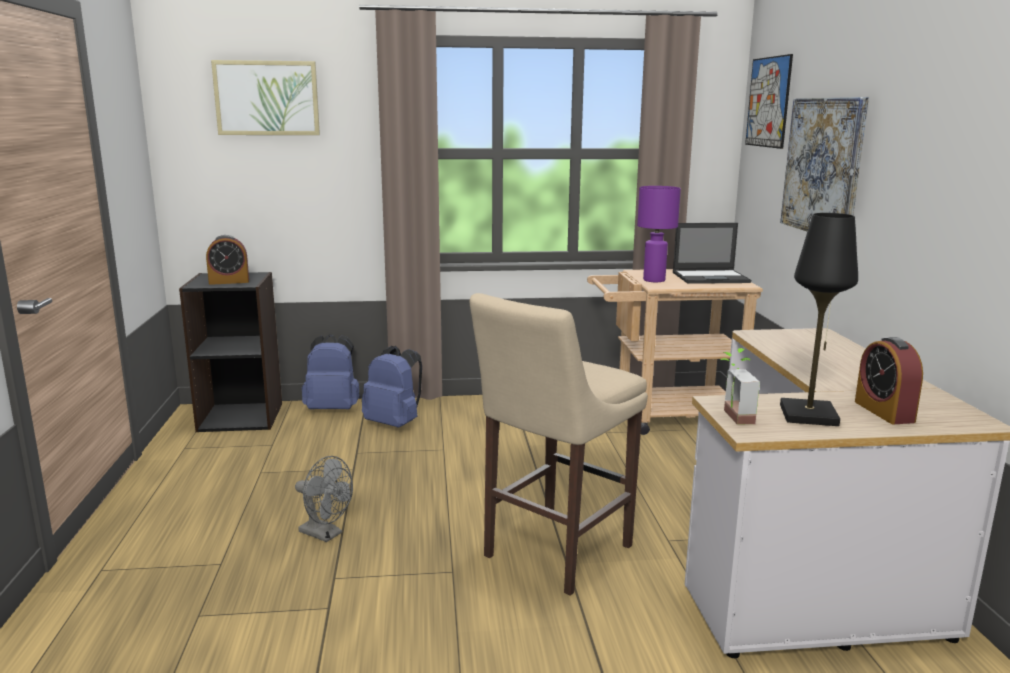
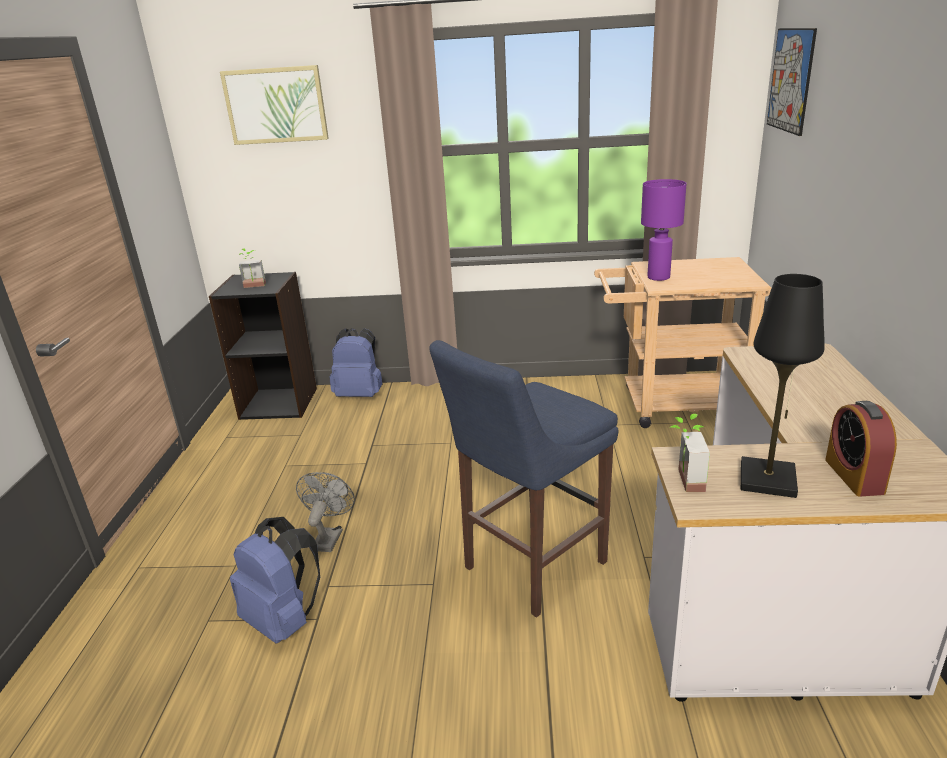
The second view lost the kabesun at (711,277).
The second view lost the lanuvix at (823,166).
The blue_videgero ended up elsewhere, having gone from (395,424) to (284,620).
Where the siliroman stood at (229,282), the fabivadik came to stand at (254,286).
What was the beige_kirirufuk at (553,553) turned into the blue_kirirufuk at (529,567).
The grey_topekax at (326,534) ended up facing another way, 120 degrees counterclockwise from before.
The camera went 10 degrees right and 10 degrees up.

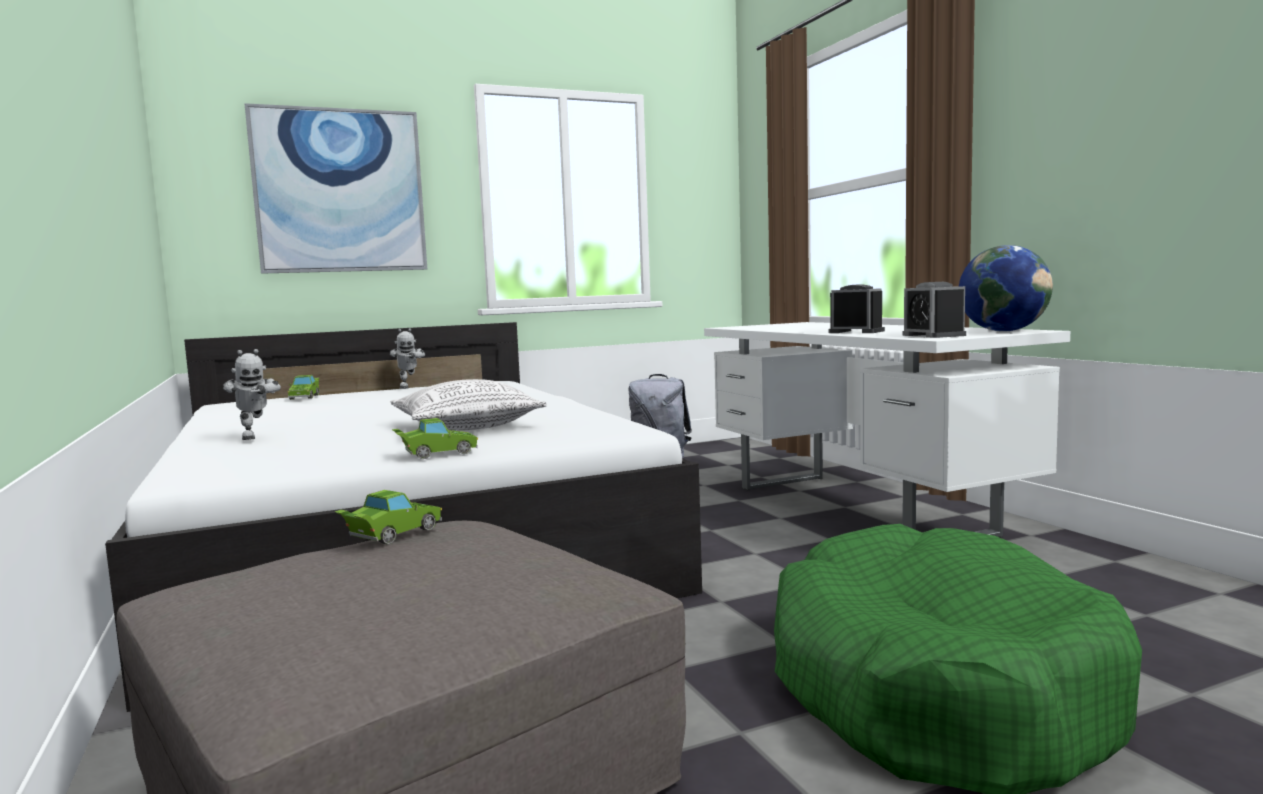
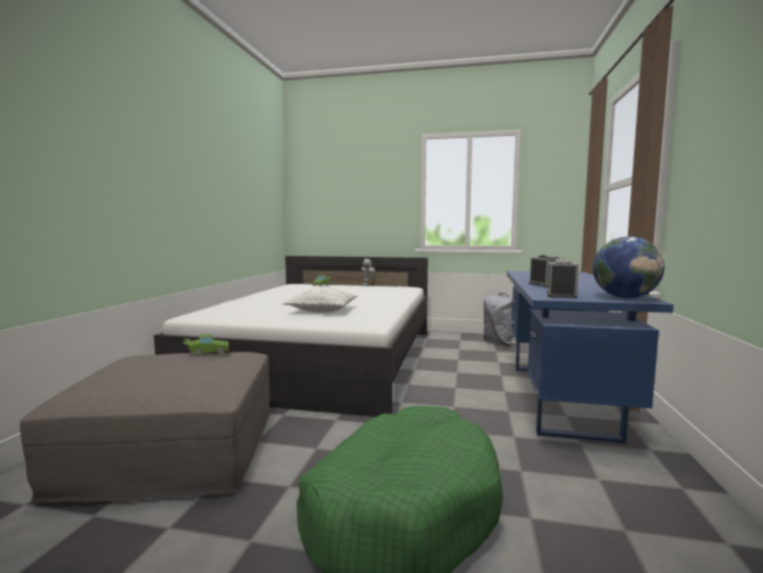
The second view lost the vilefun at (254,437).
The second view lost the lanuvix at (340,191).
The second view lost the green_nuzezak at (436,454).
What was the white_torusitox at (858,509) turned into the blue_torusitox at (560,398).
The camera went 35 degrees right and 0 degrees up.

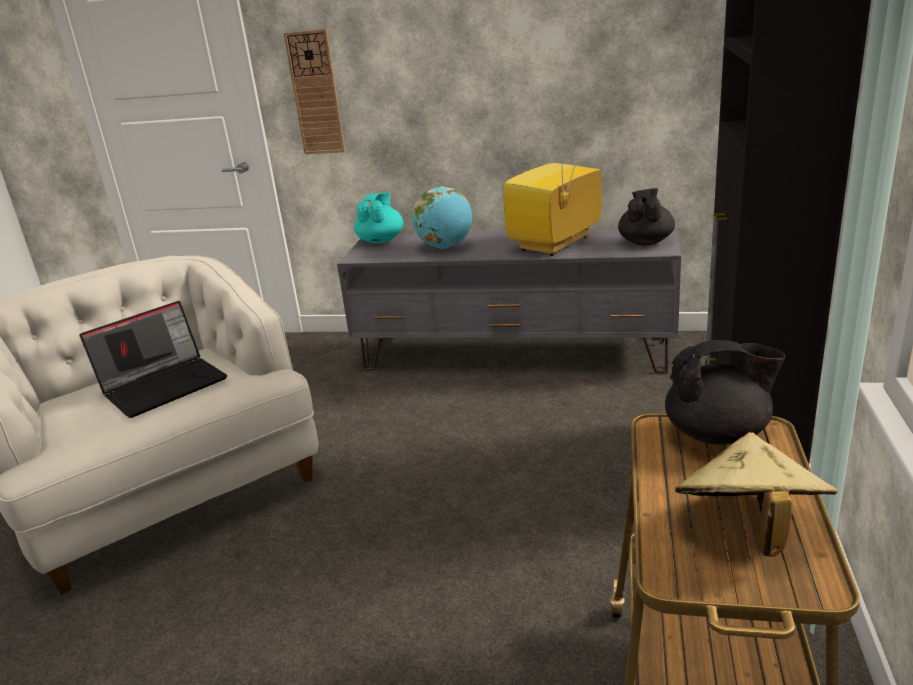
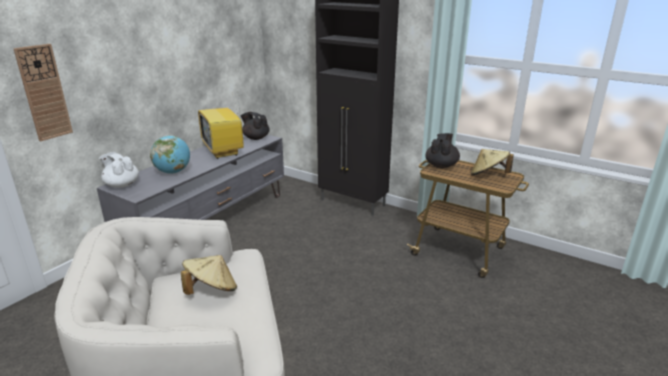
Where the kabesun stood at (165,385), the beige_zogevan came to stand at (211,290).
What was the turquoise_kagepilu at (381,240) turned into the white_kagepilu at (121,185).
The camera went 70 degrees left and 0 degrees up.

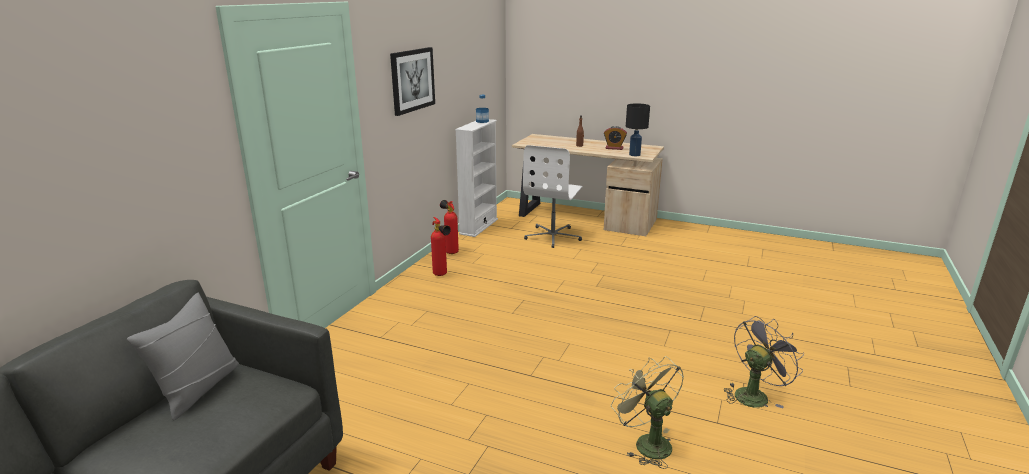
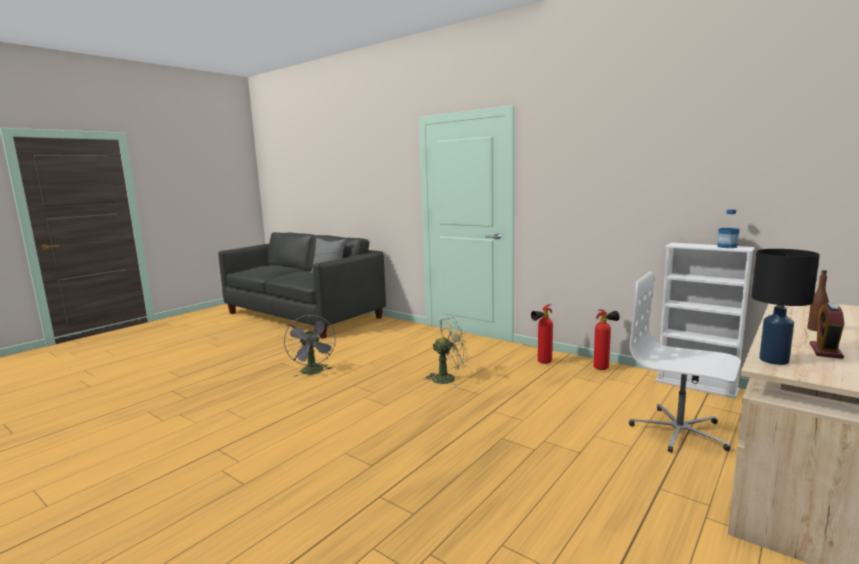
The second view lost the lanuvix at (412,80).
The green_topekax ended up elsewhere, having gone from (646,442) to (448,378).
The grey_topekax ended up elsewhere, having gone from (754,394) to (314,372).
The camera went 105 degrees right and 10 degrees down.

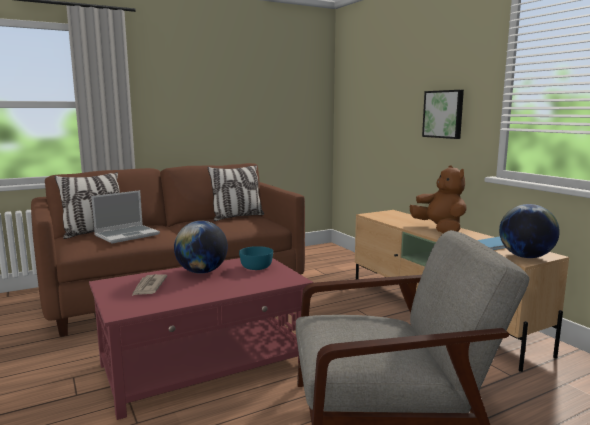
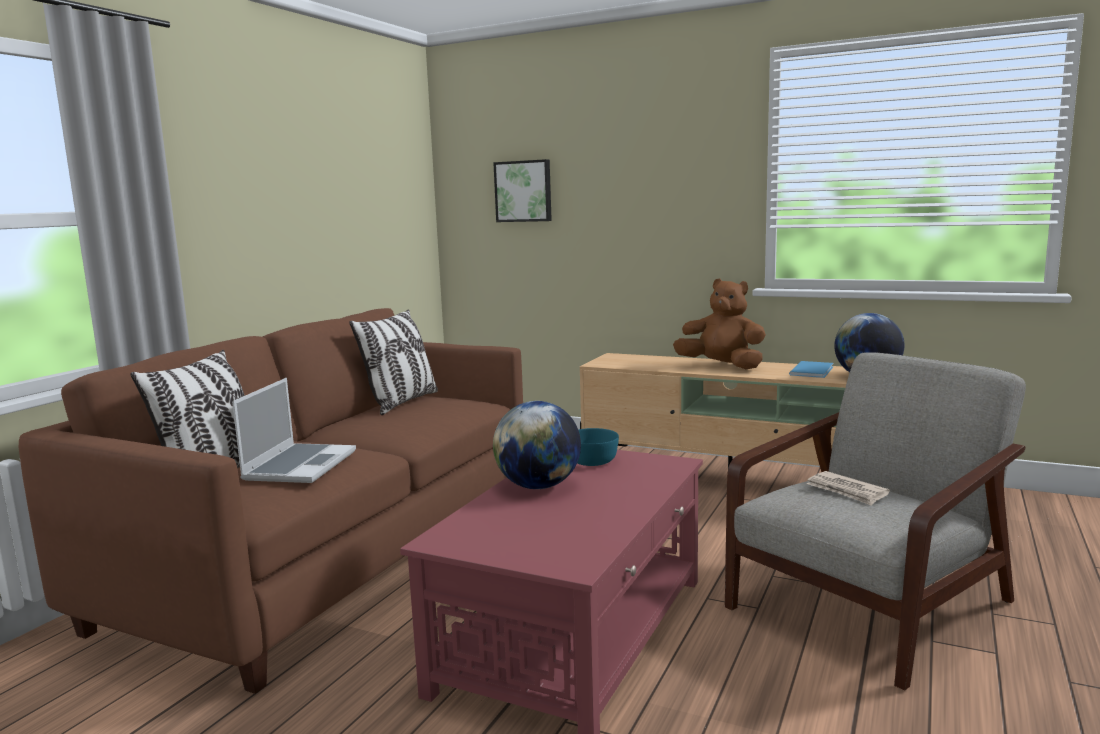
The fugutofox ended up elsewhere, having gone from (148,287) to (847,491).
The lanuvix ended up elsewhere, having gone from (444,114) to (524,191).
The camera went 35 degrees left and 0 degrees up.

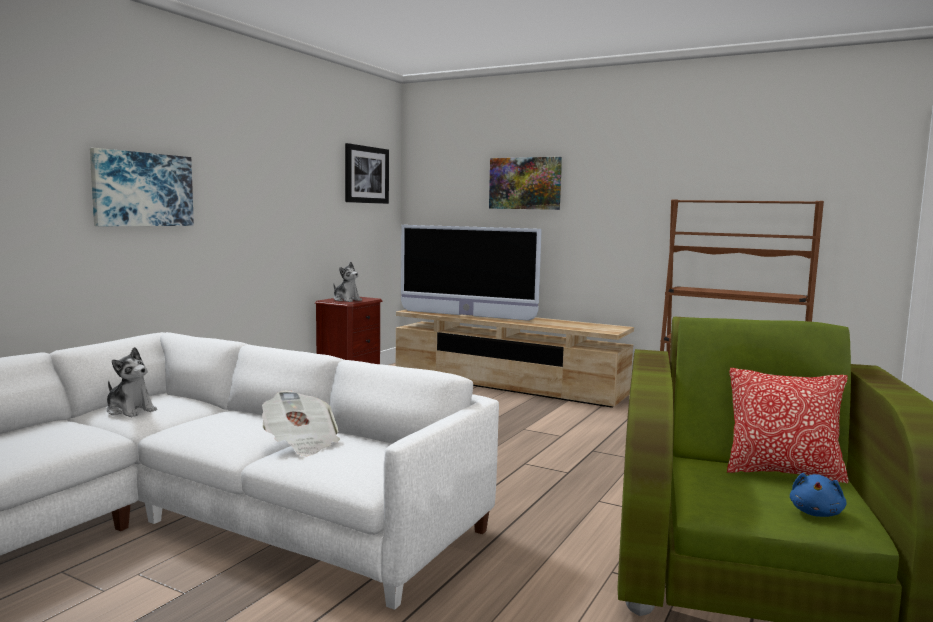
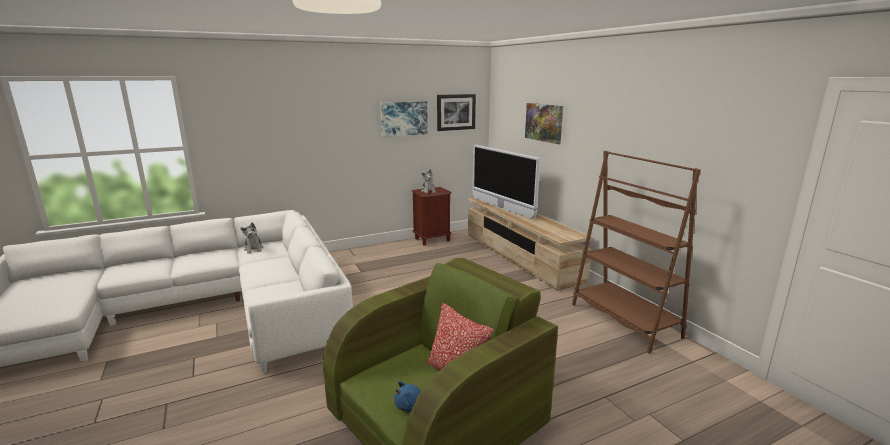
The second view lost the fugutofox at (301,443).
The lanuvix ended up elsewhere, having gone from (142,189) to (403,118).
The camera went 35 degrees right and 10 degrees up.

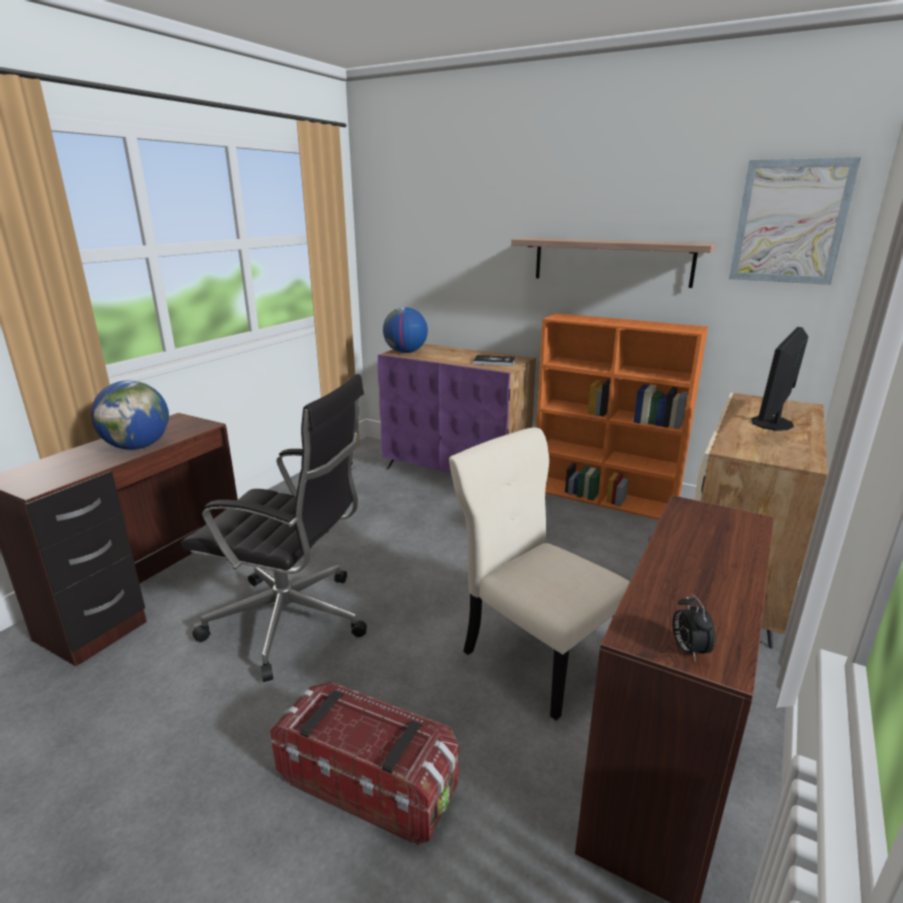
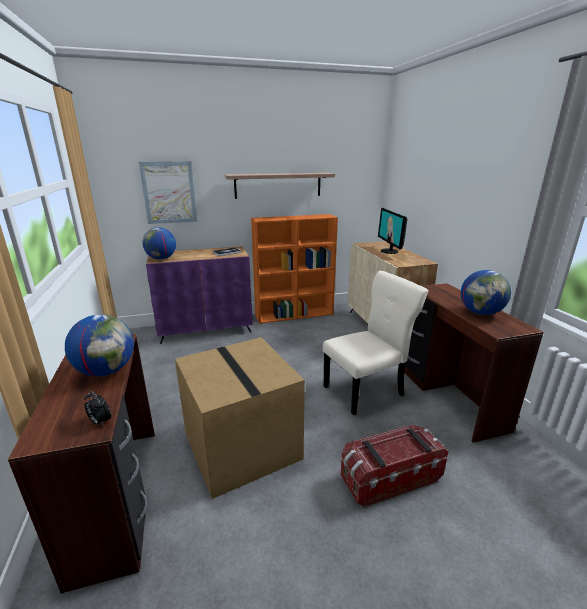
The second view gained the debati at (481,313).
The siliroman ended up elsewhere, having gone from (688,649) to (100,422).
The lanuvix ended up elsewhere, having gone from (790,222) to (169,192).
Where the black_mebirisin stood at (292,622), the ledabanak came to stand at (243,446).
The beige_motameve at (534,656) ended up facing another way, 150 degrees clockwise from before.
The camera went 45 degrees left and 0 degrees up.

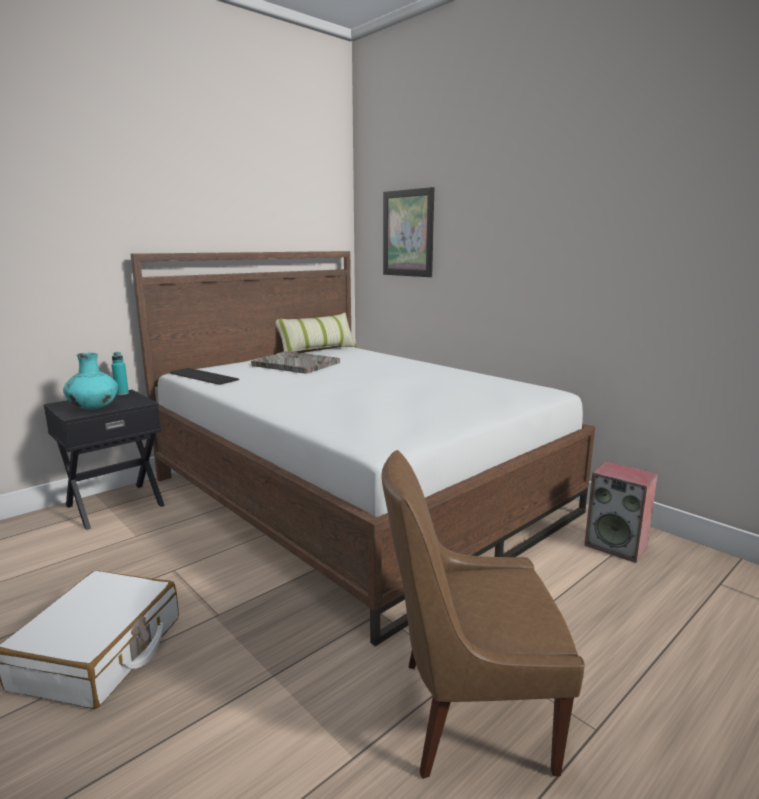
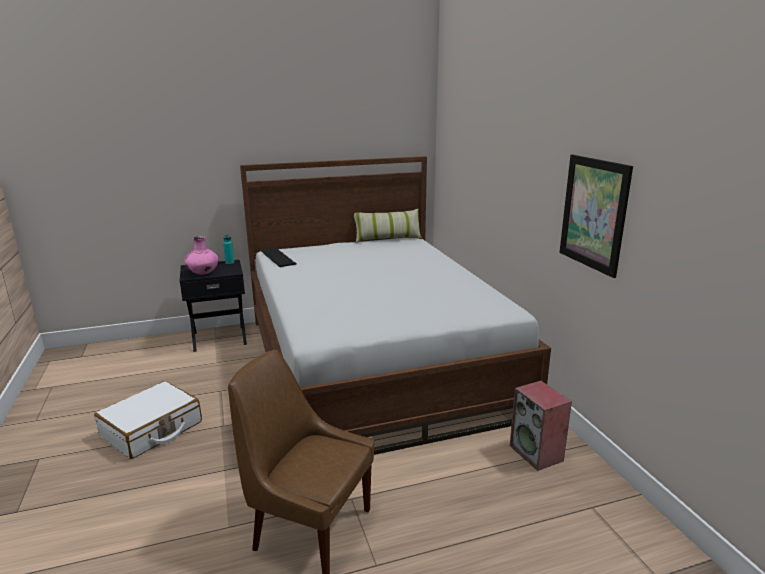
The second view lost the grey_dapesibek at (295,364).
The lanuvix ended up elsewhere, having gone from (408,233) to (593,213).
What was the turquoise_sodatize at (93,408) turned into the pink_sodatize at (203,273).
The camera went 25 degrees right and 5 degrees up.

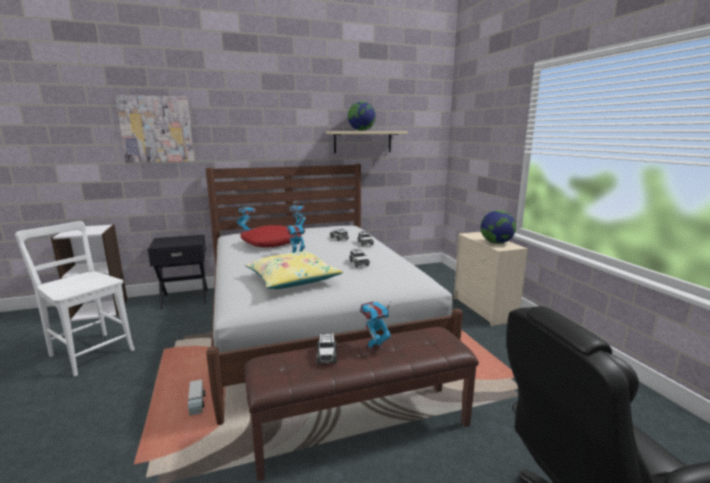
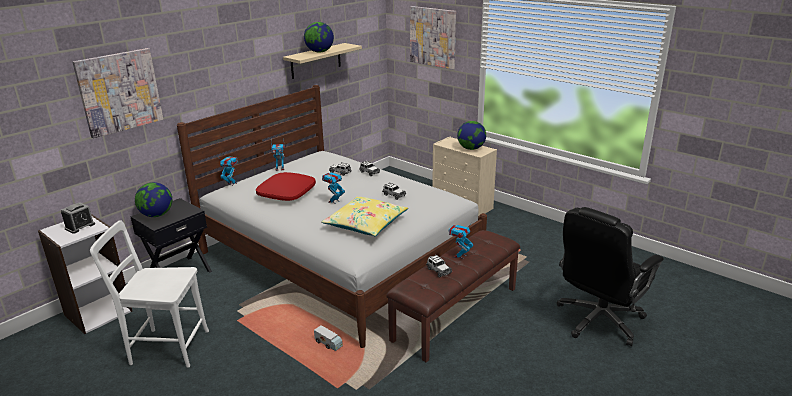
The second view gained the siliroman at (80,226).
The second view gained the debati at (157,215).
The second view gained the lanuvix at (433,37).
The camera went 30 degrees left and 10 degrees up.

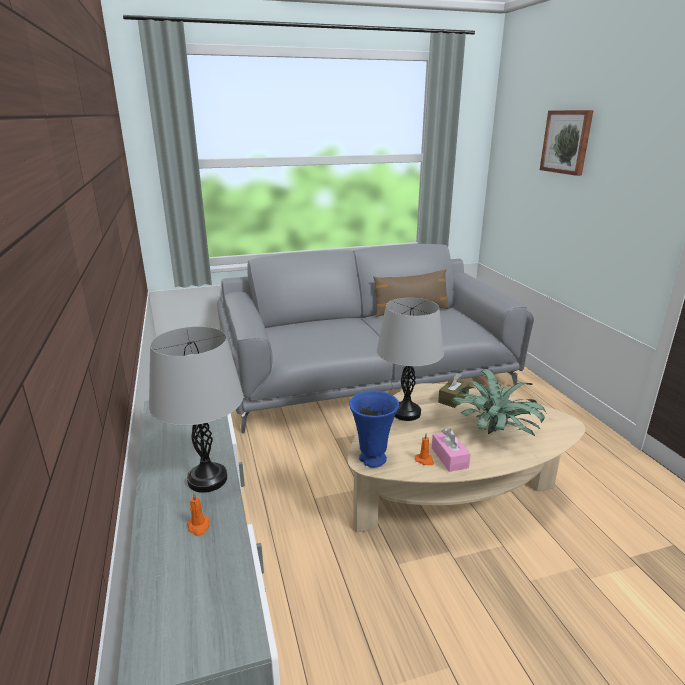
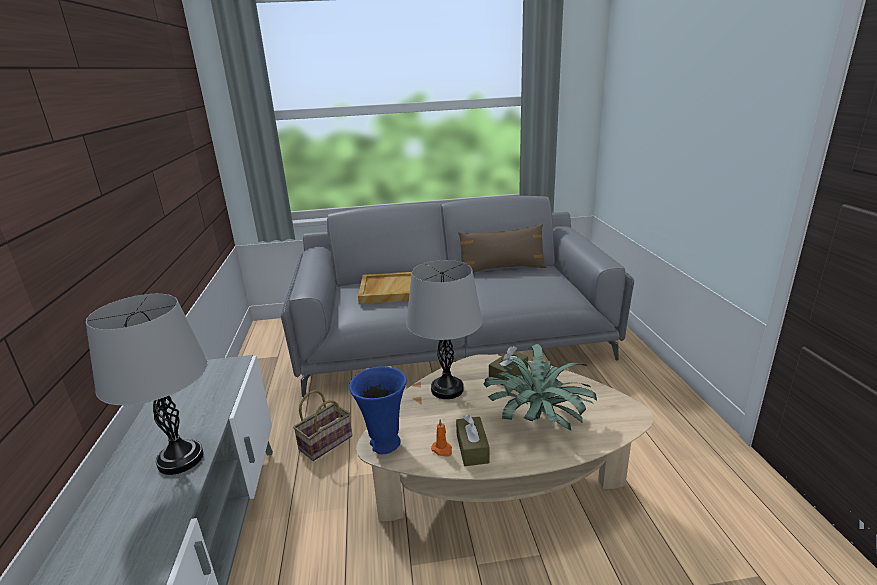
The second view lost the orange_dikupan at (198,527).
The second view lost the lanuvix at (567,142).
The second view gained the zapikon at (326,441).
The second view gained the beige_dapesibek at (388,290).
What was the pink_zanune at (449,458) turned into the brown_zanune at (472,448).
The camera went 10 degrees right and 0 degrees up.

